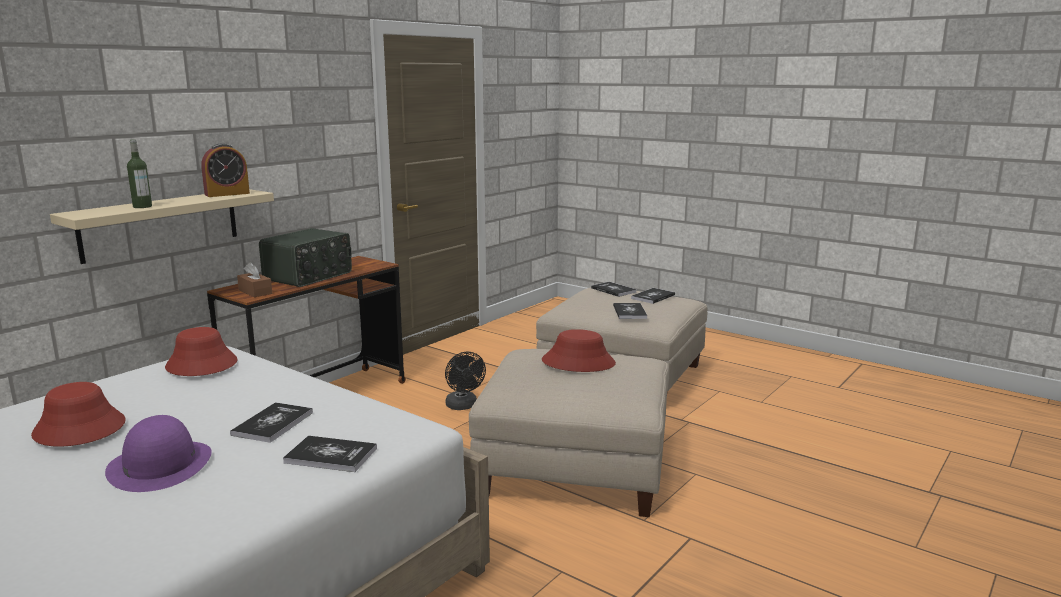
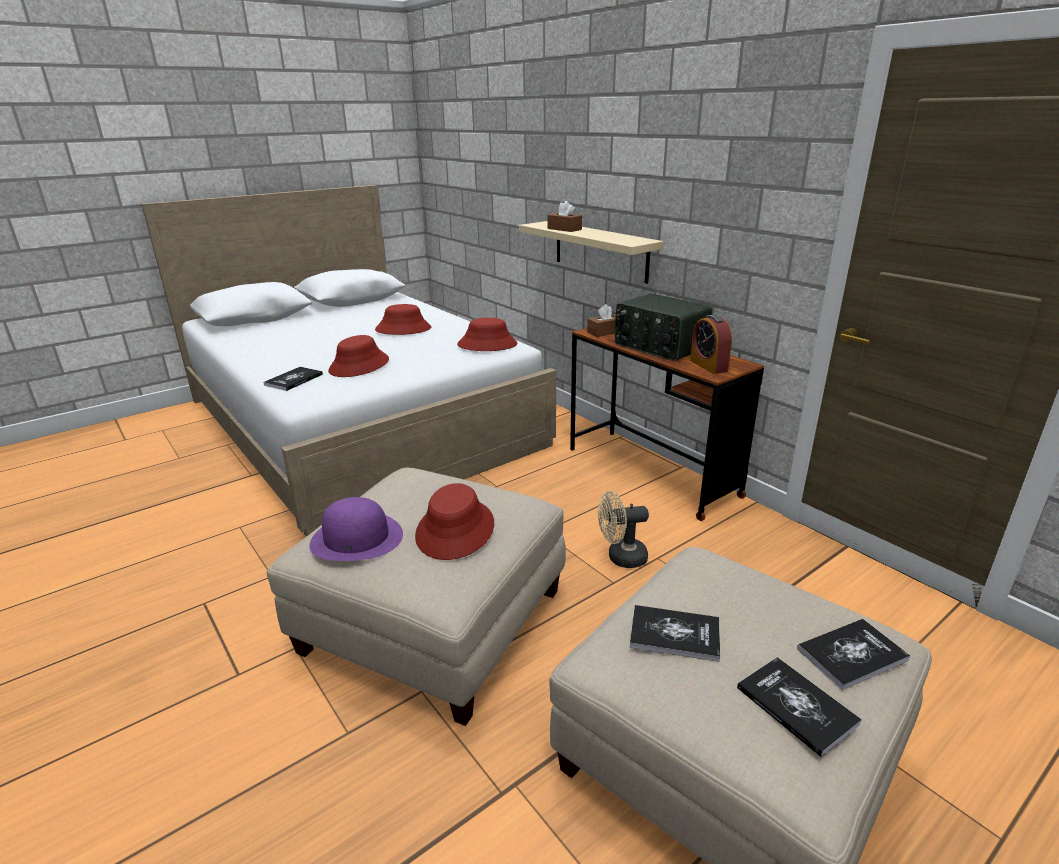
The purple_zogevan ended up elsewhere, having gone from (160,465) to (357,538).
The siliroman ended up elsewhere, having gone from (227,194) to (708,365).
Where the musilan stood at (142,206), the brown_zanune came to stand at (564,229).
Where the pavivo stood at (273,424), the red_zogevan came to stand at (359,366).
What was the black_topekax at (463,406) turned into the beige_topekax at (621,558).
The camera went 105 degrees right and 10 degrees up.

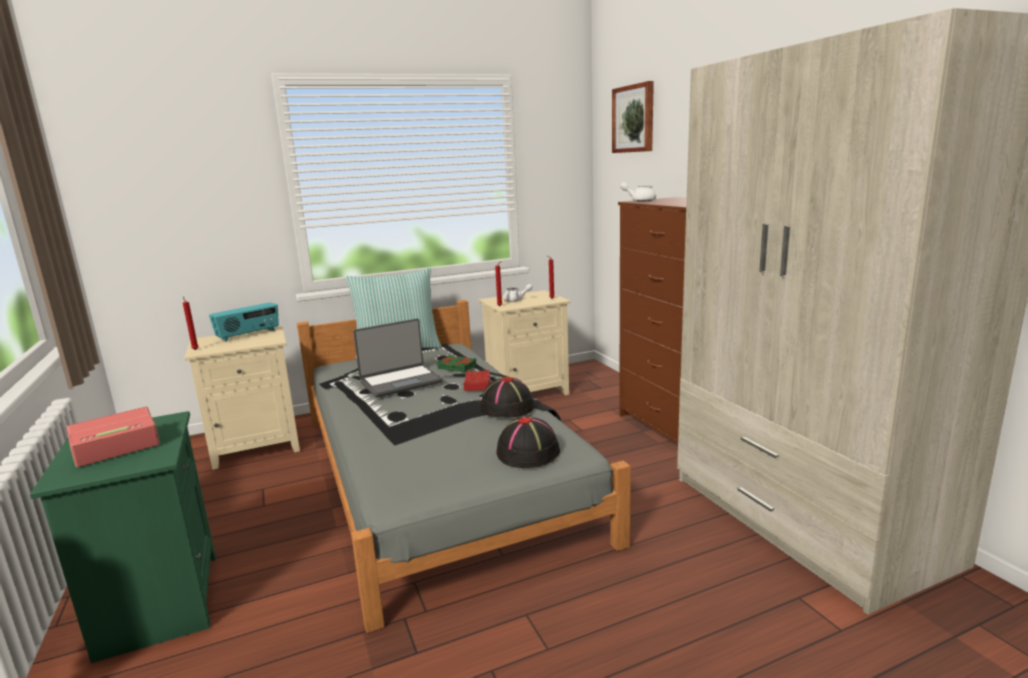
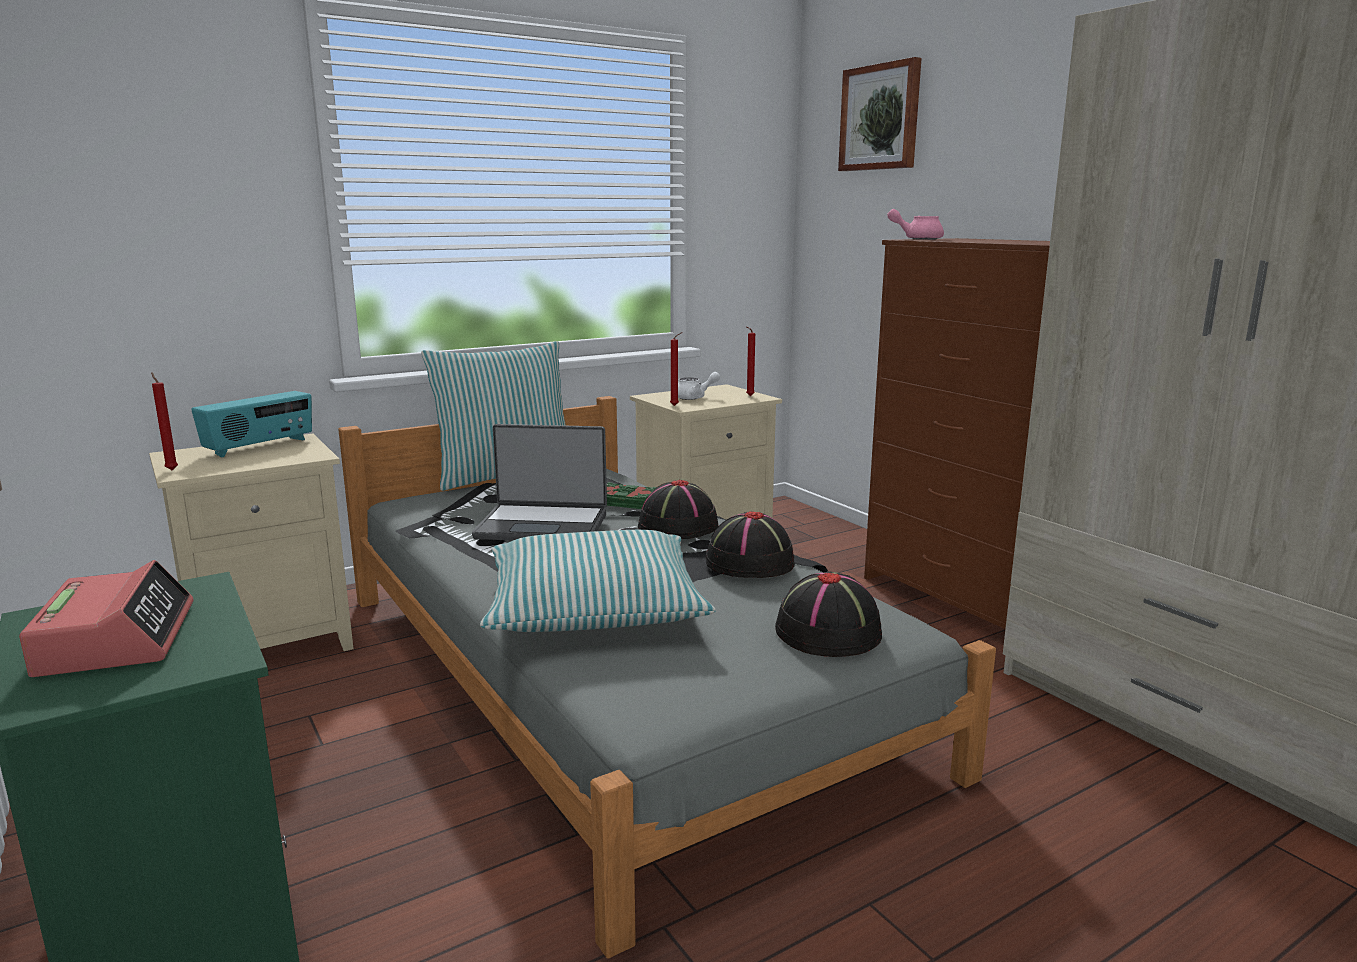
The second view gained the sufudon at (593,607).
Where the red_pavivo stood at (477,384), the black_zogevan came to stand at (677,527).
What was the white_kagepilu at (640,200) turned into the pink_kagepilu at (917,239).
The siliroman at (115,447) ended up facing another way, 120 degrees clockwise from before.
The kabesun at (400,382) ended up facing another way, 45 degrees clockwise from before.
The camera went 10 degrees left and 0 degrees up.

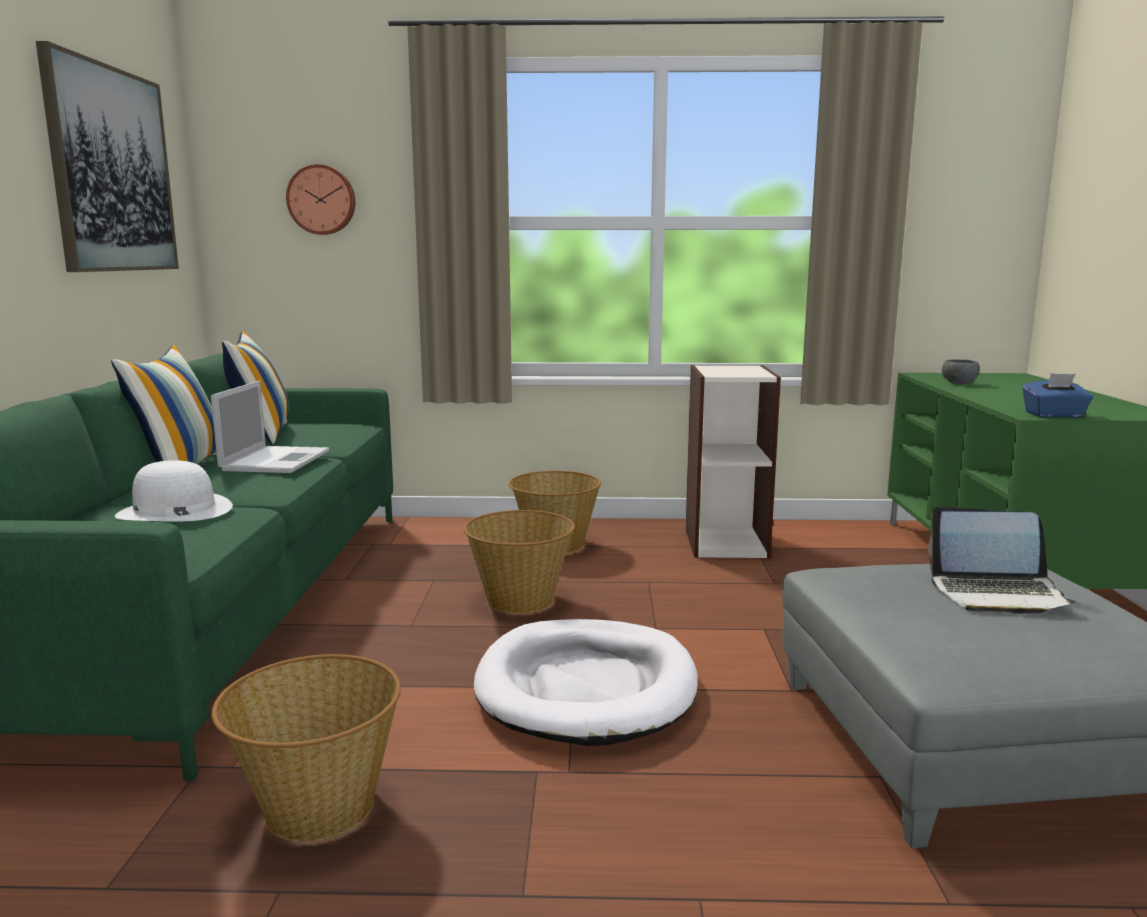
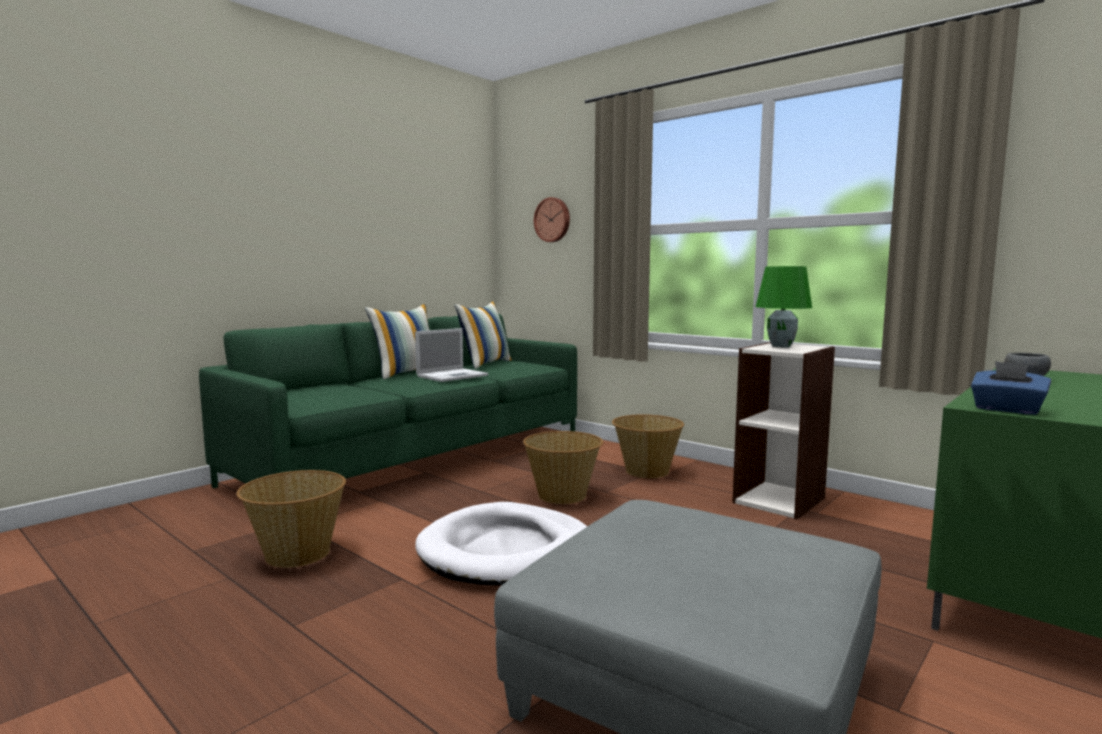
The second view lost the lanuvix at (112,170).
The second view lost the white_zogevan at (174,511).
The second view lost the kabesun at (997,594).
The second view gained the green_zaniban at (782,346).
The camera went 40 degrees right and 5 degrees down.

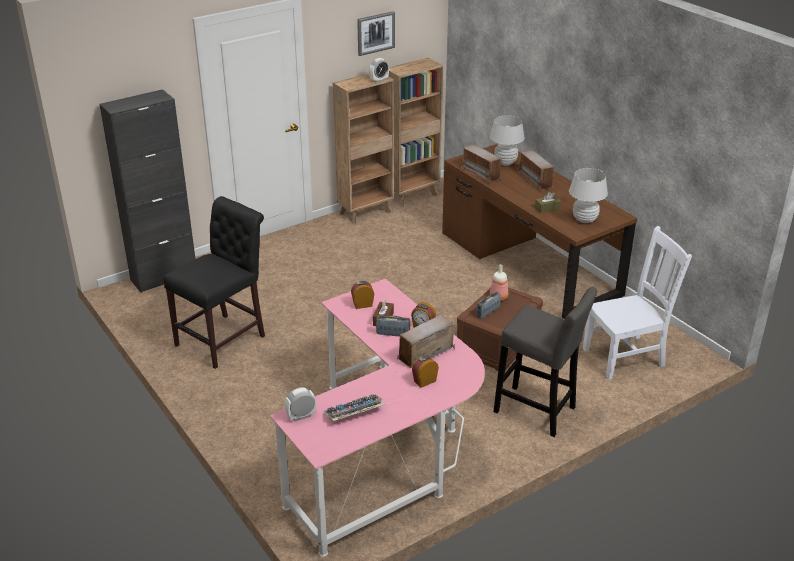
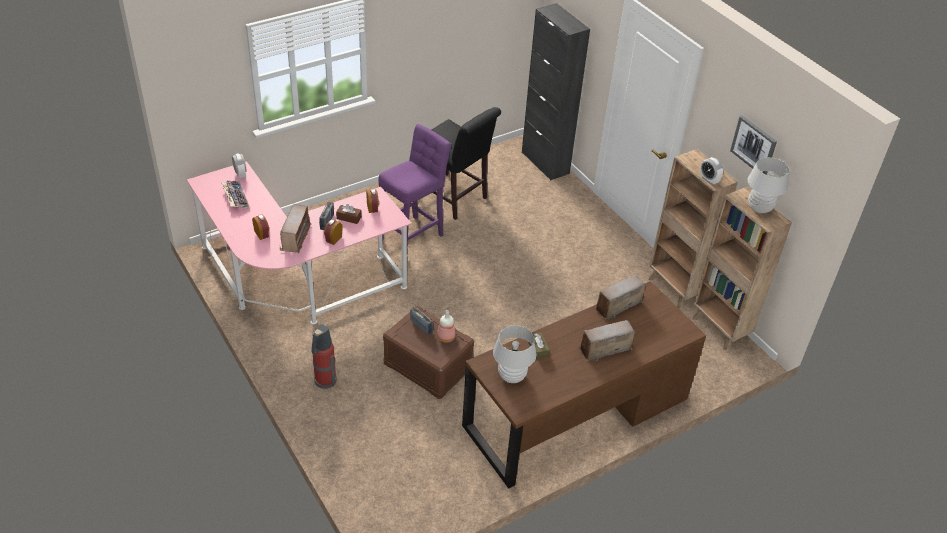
The second view lost the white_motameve at (626,357).
The second view gained the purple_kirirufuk at (413,235).
The white_zaniban ended up elsewhere, having gone from (505,163) to (759,208).
Where the grey_kirirufuk stood at (538,412), the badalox came to stand at (324,381).
The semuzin at (425,354) ended up facing another way, 45 degrees clockwise from before.
The camera went 90 degrees right and 10 degrees up.

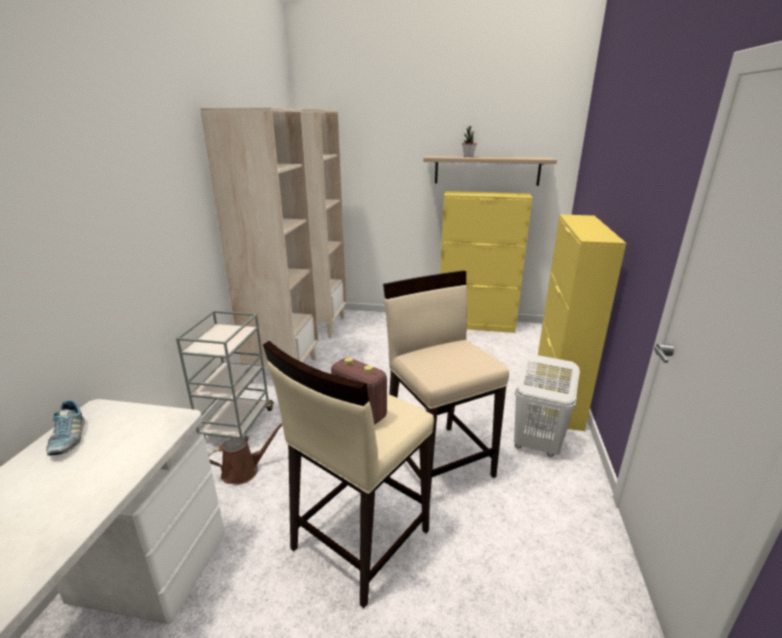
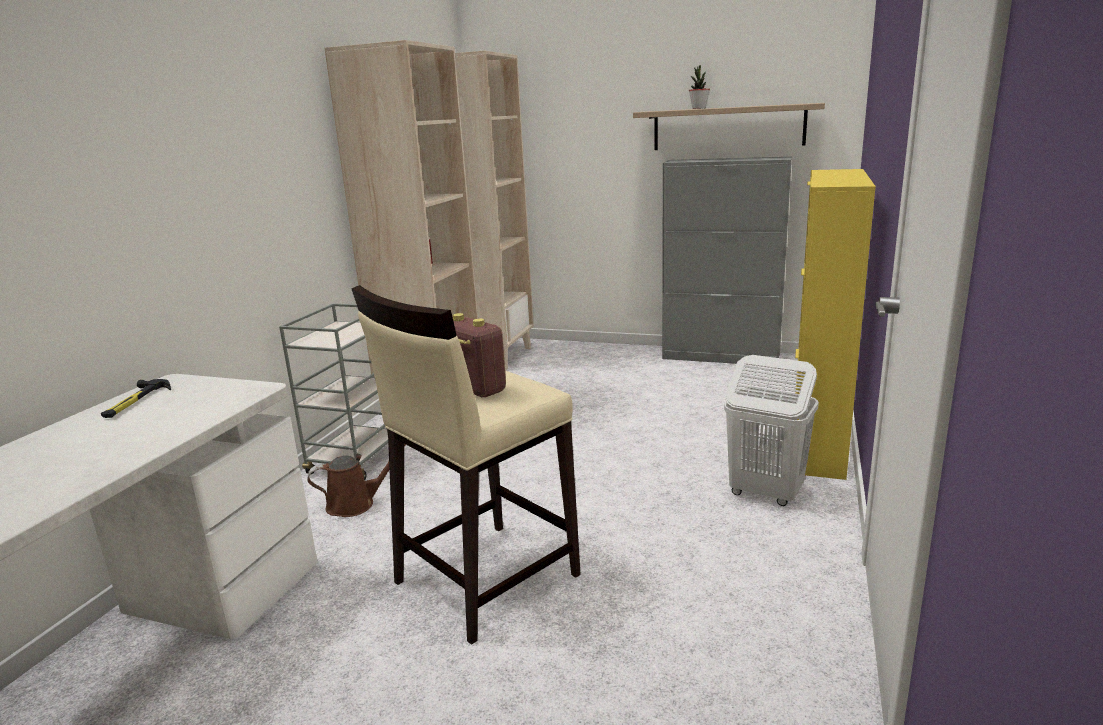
The second view lost the beige_kirirufuk at (438,461).
Where the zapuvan stood at (68,439), the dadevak came to stand at (135,401).
What was the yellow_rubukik at (476,325) turned into the grey_rubukik at (721,357).
The camera went 10 degrees right and 5 degrees down.

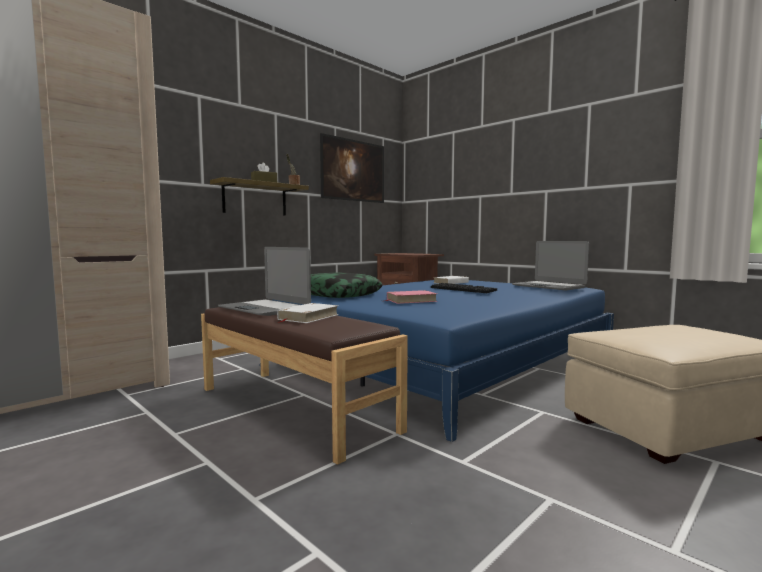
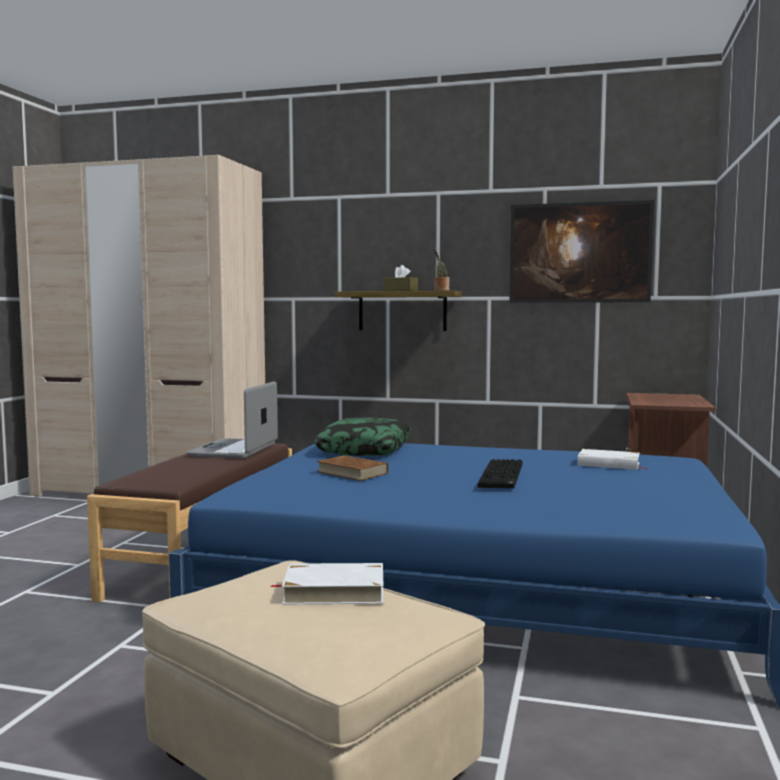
The second view lost the kabesun at (548,286).
The white_pavivo ended up elsewhere, having gone from (308,317) to (334,591).
What was the pink_pavivo at (411,300) turned into the brown_pavivo at (352,472).
The camera went 60 degrees right and 0 degrees up.

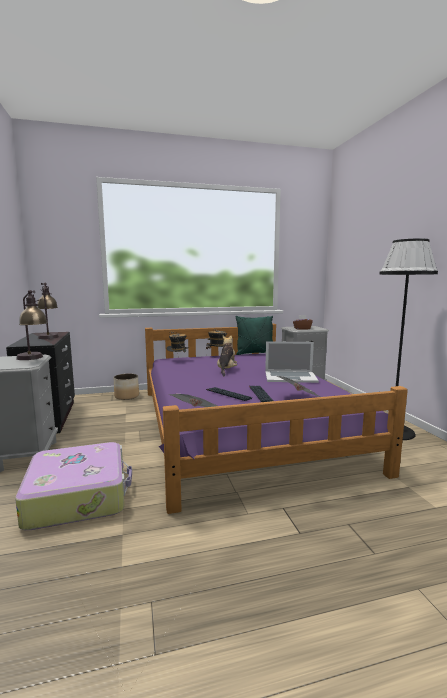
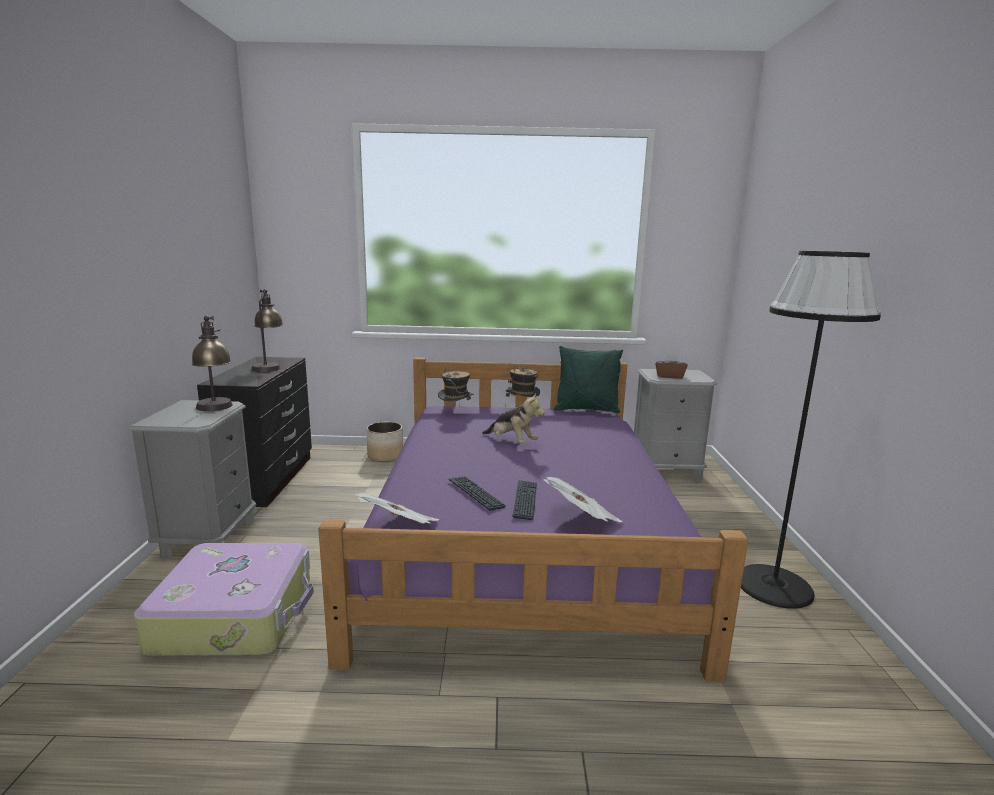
The second view lost the kabesun at (290,377).
The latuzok at (226,370) ended up facing another way, 105 degrees clockwise from before.
The camera went 15 degrees right and 5 degrees up.

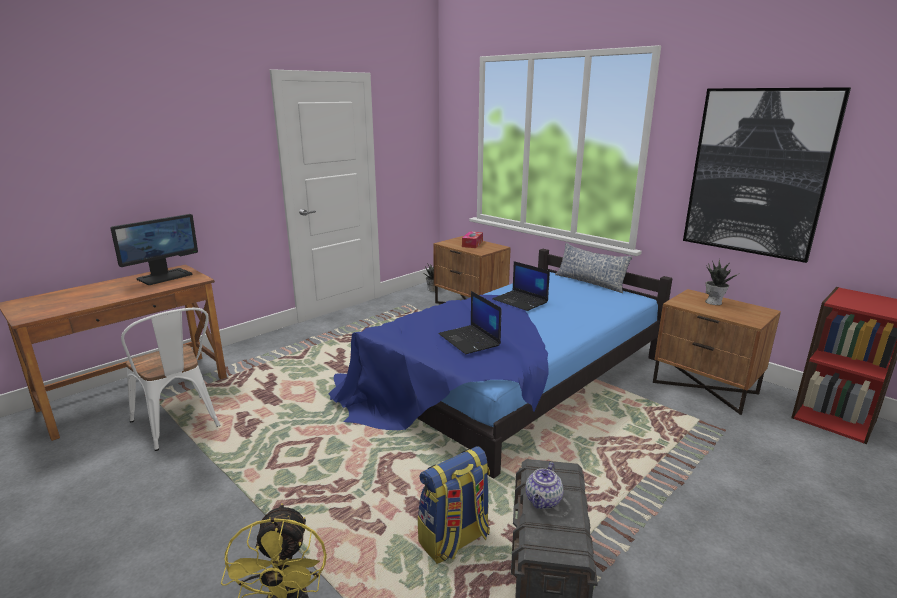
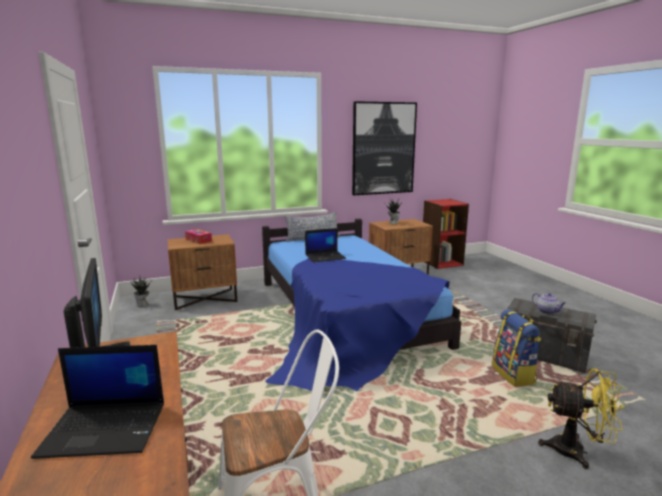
The kabesun ended up elsewhere, having gone from (470,340) to (106,429).
The camera went 65 degrees left and 5 degrees down.

